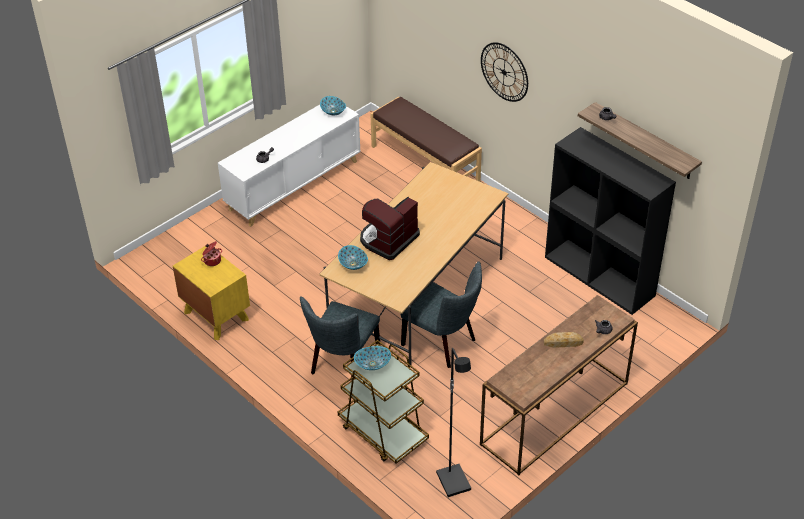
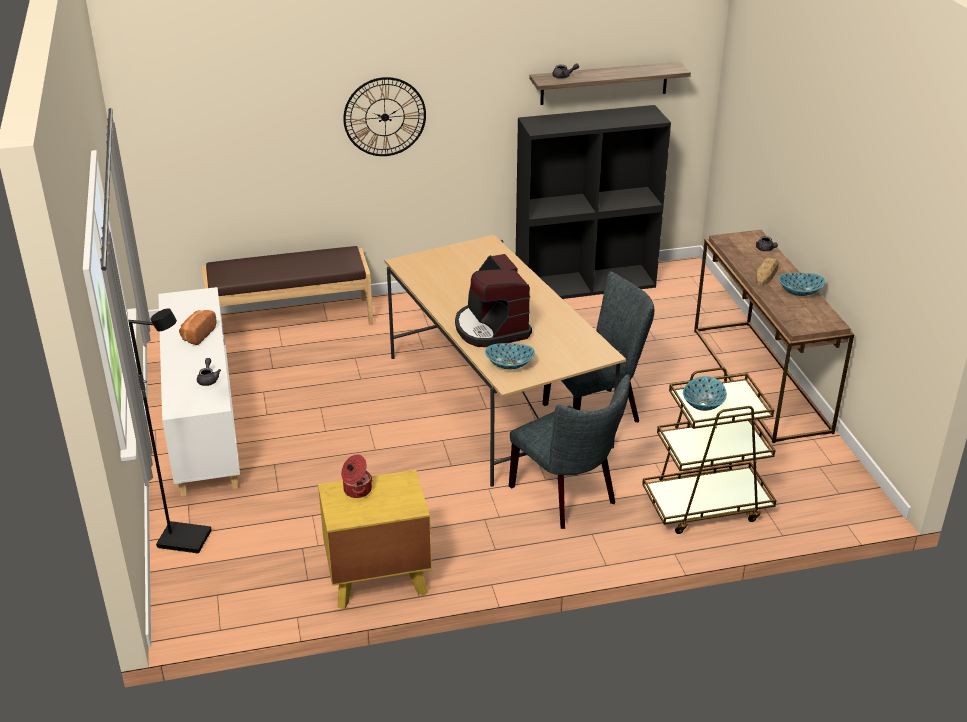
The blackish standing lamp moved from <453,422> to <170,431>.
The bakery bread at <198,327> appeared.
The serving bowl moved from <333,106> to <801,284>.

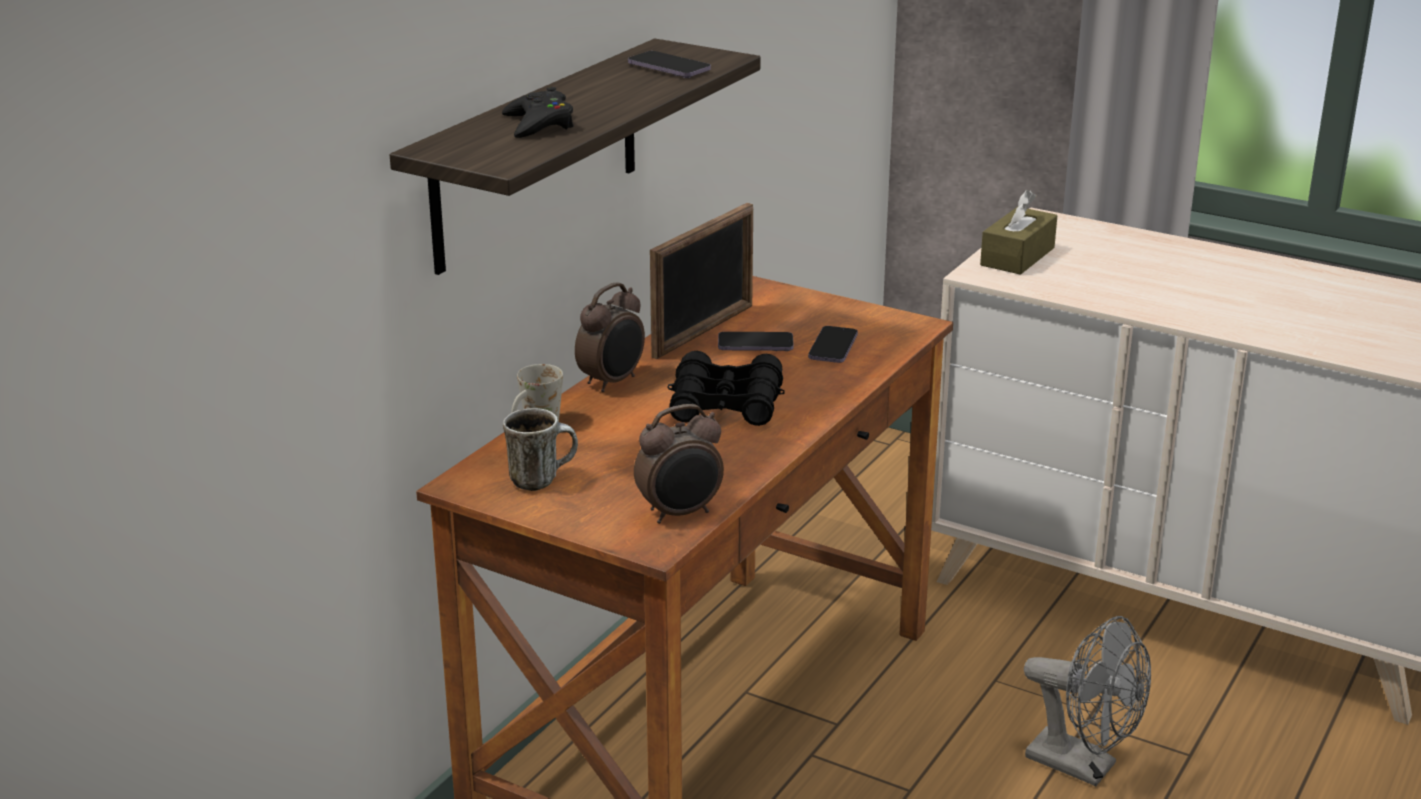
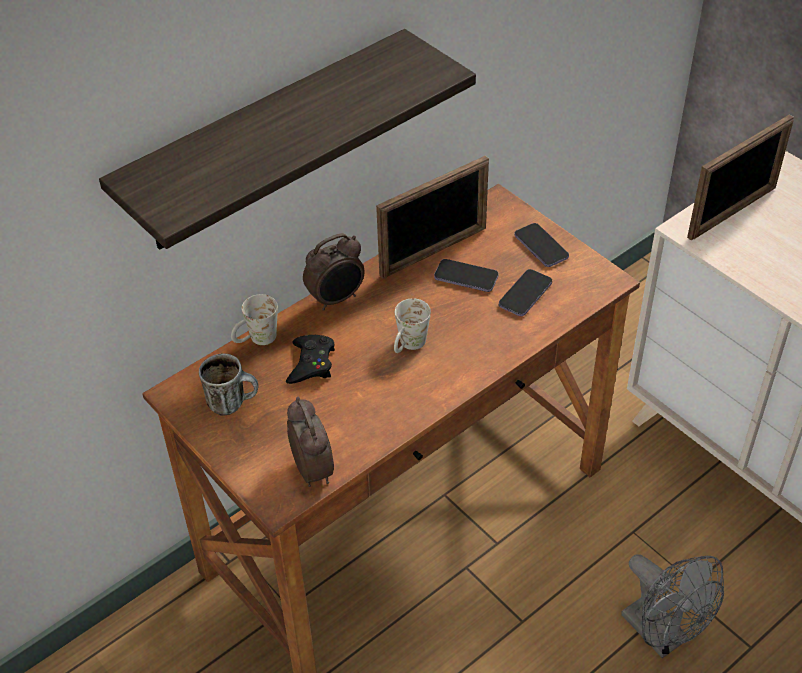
The blackish joypad moved from <538,112> to <310,359>.
The table clock at <679,464> turned 105 degrees counterclockwise.
The blackish binoculars at <726,388> was replaced by the white-coloured mug at <412,326>.
The telephone moved from <669,64> to <541,245>.
The brown tissue holder at <1018,232> was replaced by the picture frame at <740,177>.

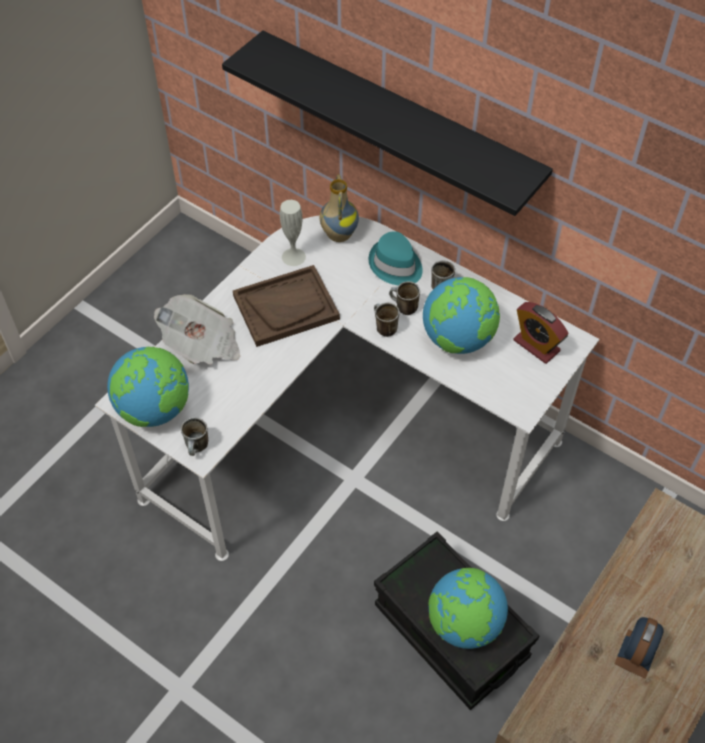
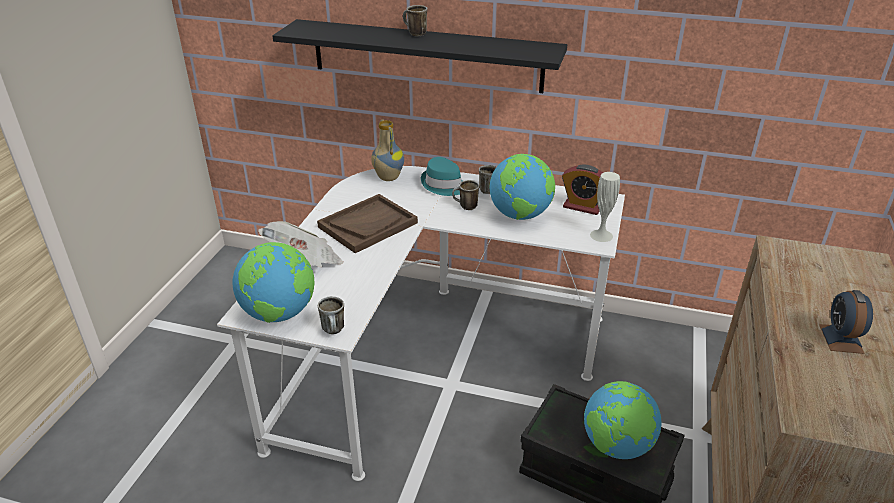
The mug moved from <386,319> to <415,21>.
The white-coloured decorative vase moved from <293,233> to <605,207>.

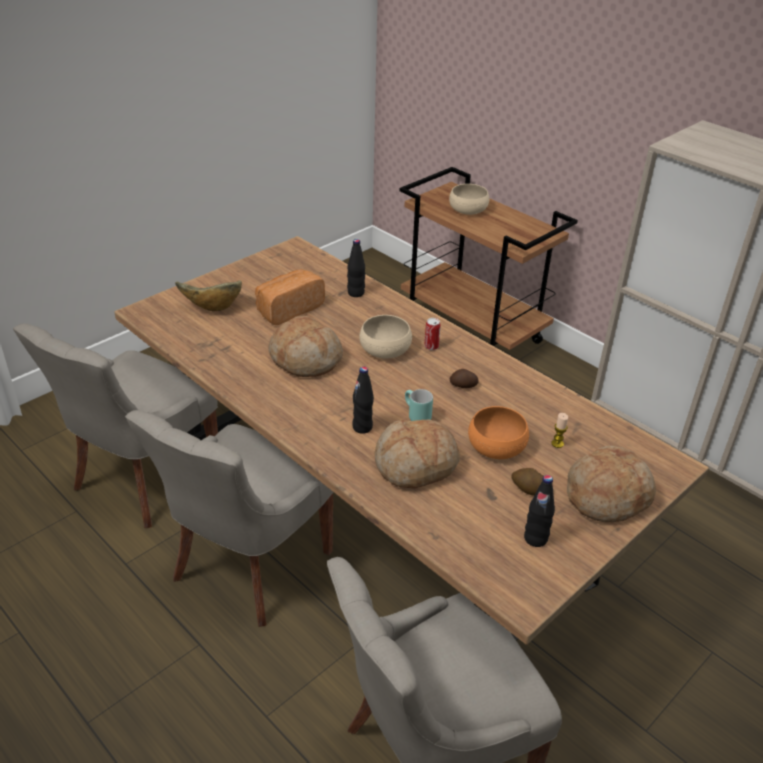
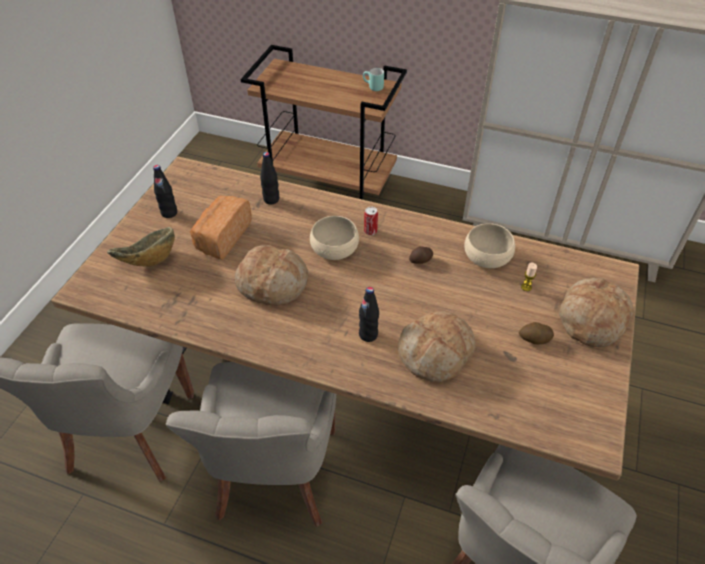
The blackish drink bottle moved from <539,511> to <165,191>.
The turquoise mug moved from <419,405> to <373,79>.
The beige serving bowl moved from <469,199> to <489,245>.
The orange serving bowl at <498,432> disappeared.

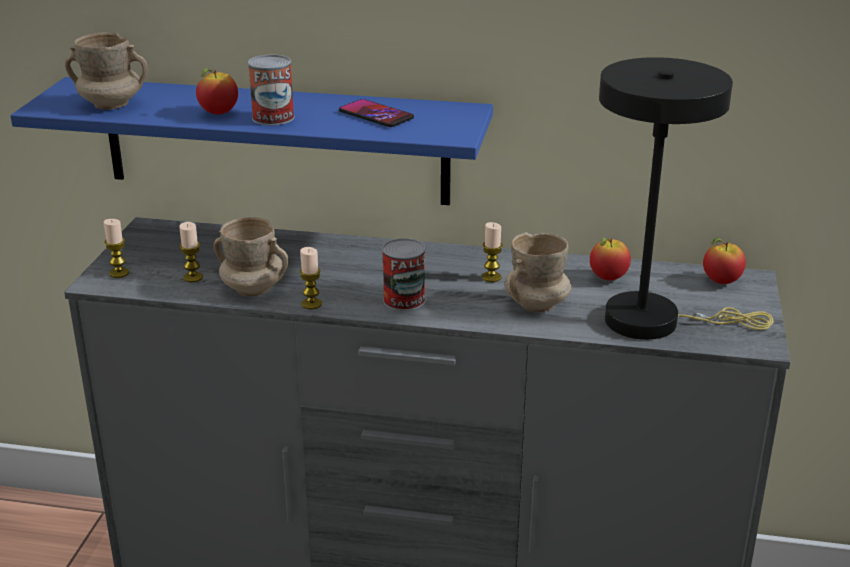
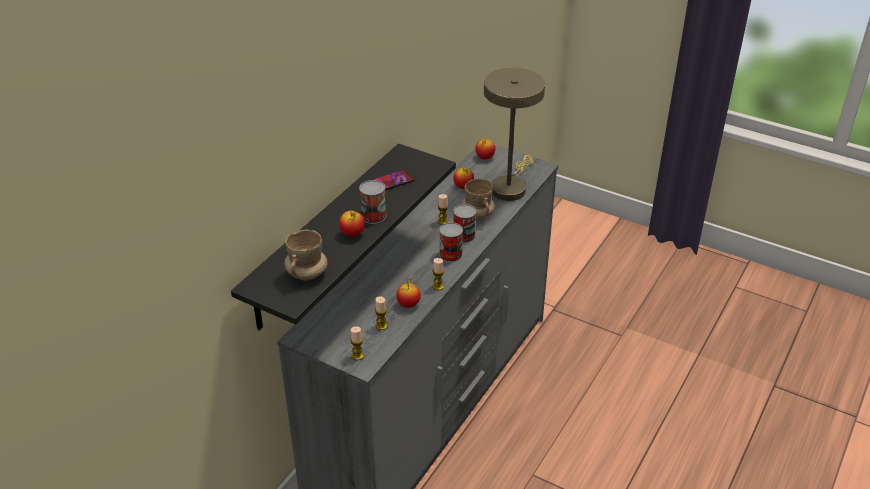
The blue wall shelf at <251,141> became the blackish wall shelf at <343,237>.
The beige mug at <251,256> was replaced by the whole apple at <408,294>.
The sealed can at <464,223> appeared.
The blackish table lamp at <686,198> became the beige table lamp at <514,134>.

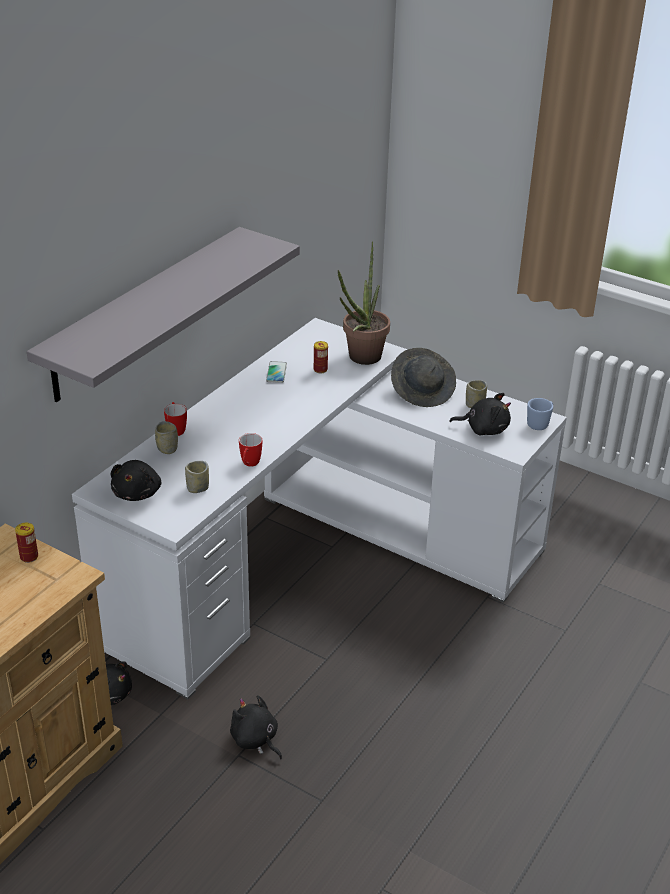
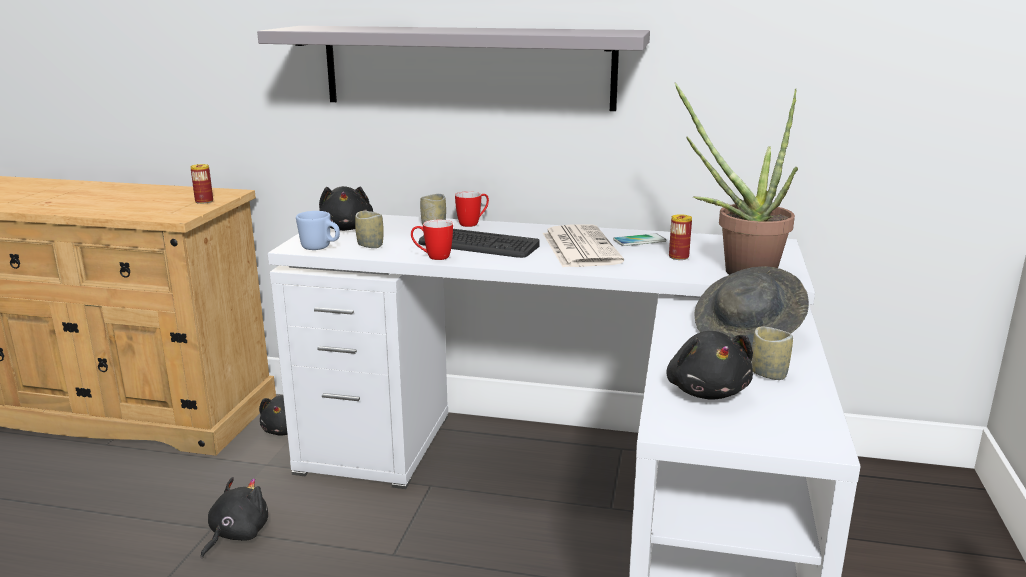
The blue mug moved from <540,414> to <318,230>.
The blackish cuddly toy at <136,480> turned 90 degrees counterclockwise.
The PC keyboard at <479,243> appeared.
The printed paper at <583,245> appeared.

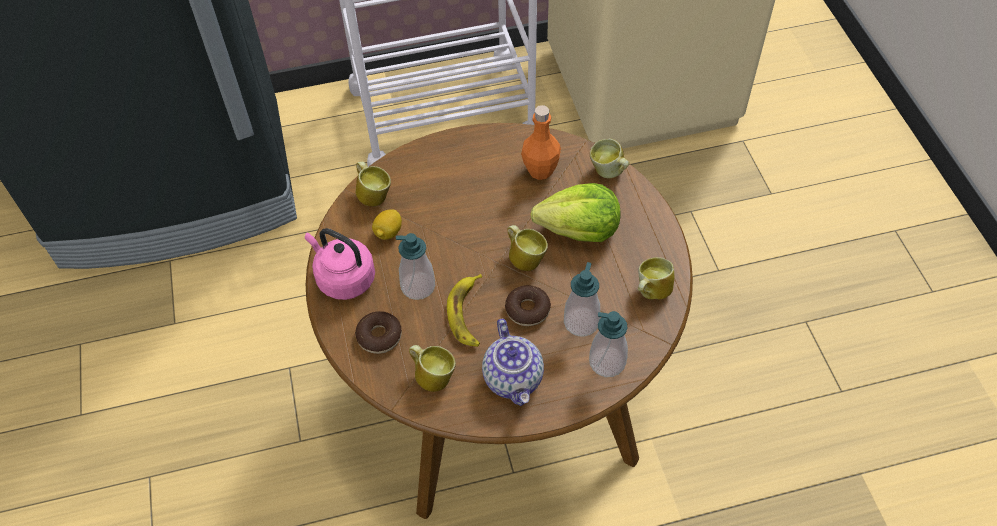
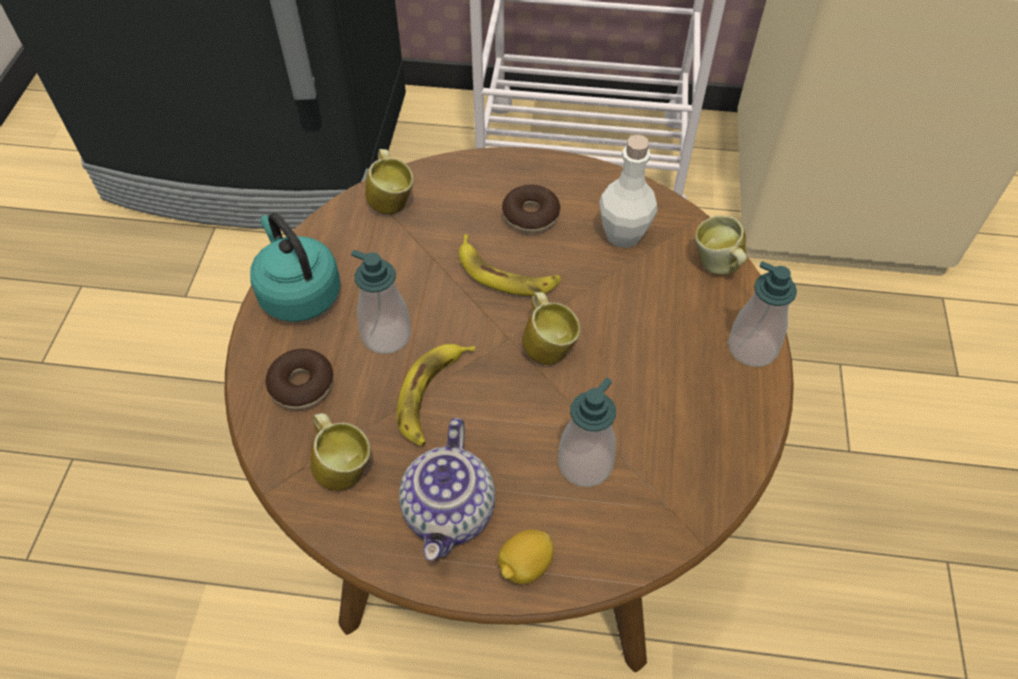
The pinkish kettle at <340,264> became the turquoise kettle at <295,267>.
The banana at <510,265> appeared.
The citrus fruit moved from <387,224> to <526,557>.
The doughnut moved from <528,305> to <531,208>.
The orange drink bottle at <541,142> became the white-coloured drink bottle at <628,191>.
The soap dispenser moved from <608,344> to <762,314>.
The lettuce head at <575,212> disappeared.
The mug at <656,278> disappeared.

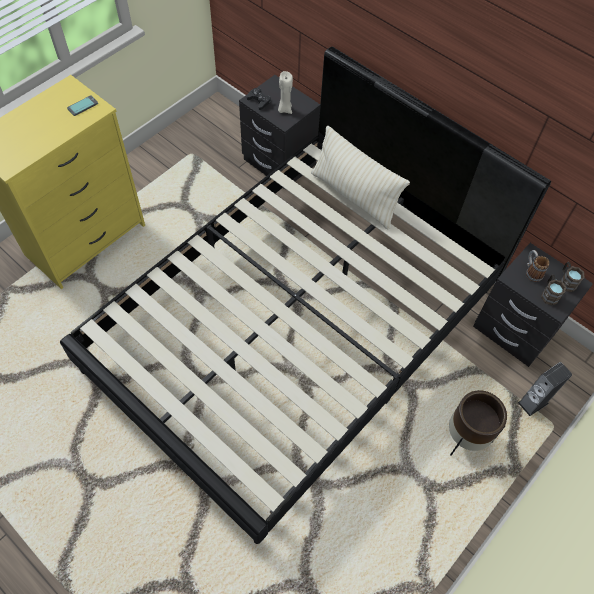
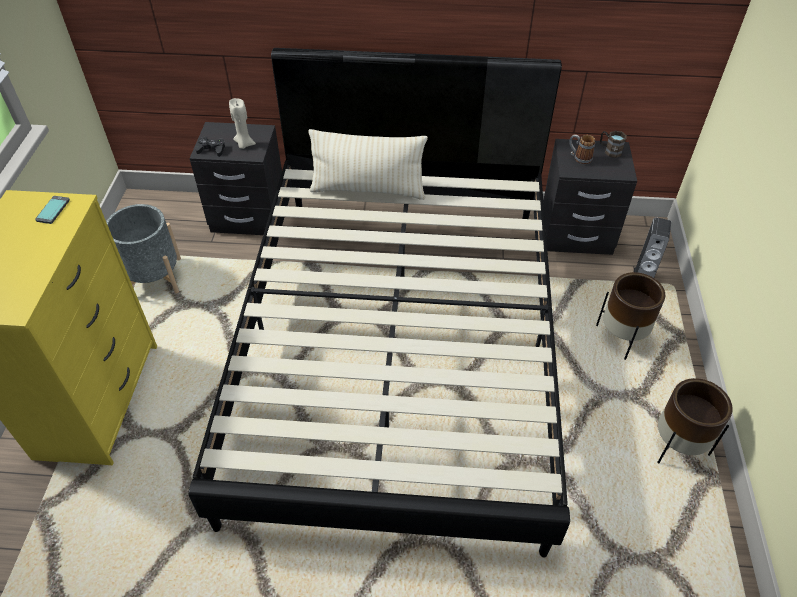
The greyish planter at <143,248> appeared.
The brown planter at <695,421> appeared.
The brown mug at <553,289> disappeared.

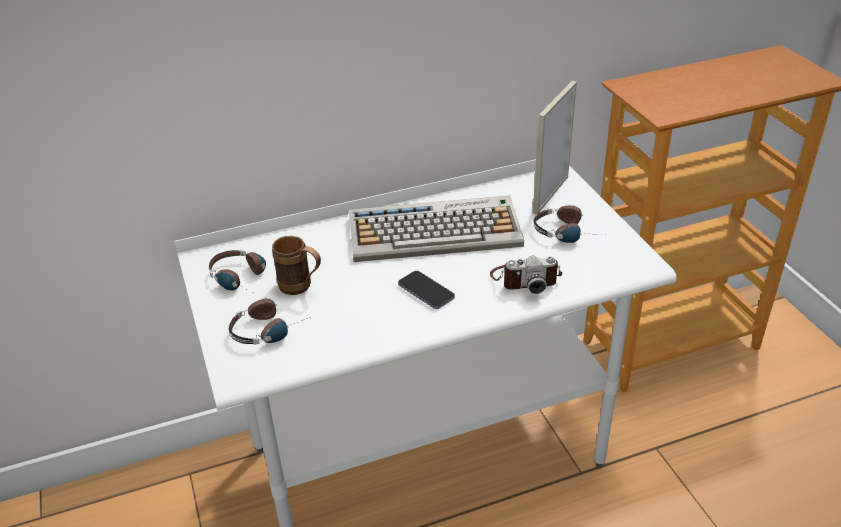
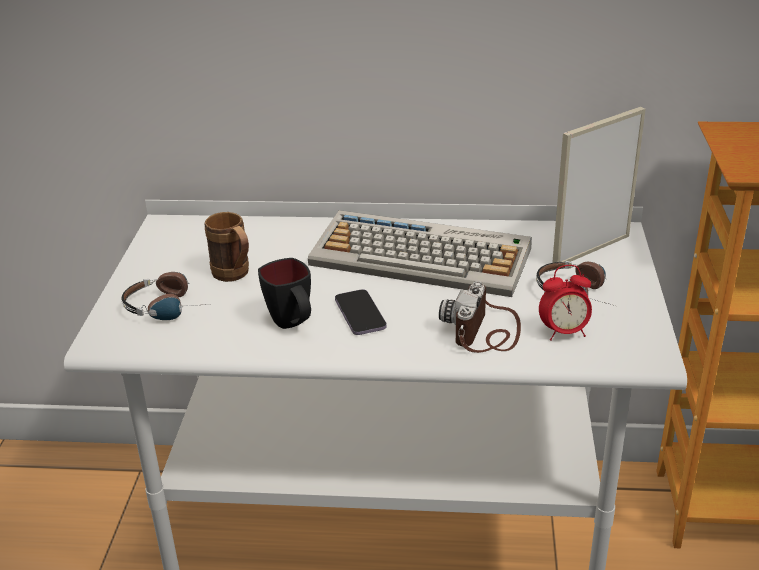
The blackish mug at <284,293> appeared.
The still camera at <526,275> turned 90 degrees clockwise.
The table clock at <565,303> appeared.
The pair of headphones at <237,270> disappeared.

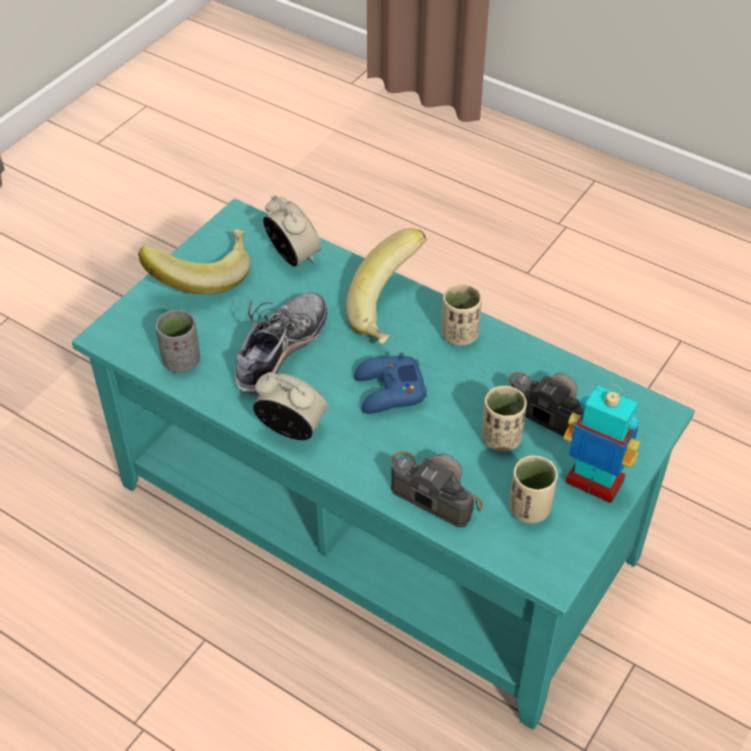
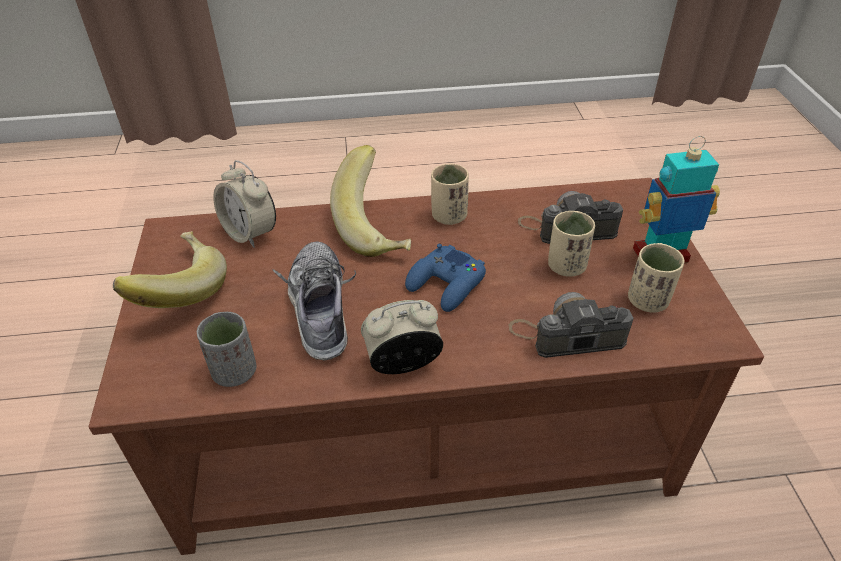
The turquoise lounge table at <383,464> became the brown lounge table at <426,366>.
The table clock at <292,230> turned 150 degrees counterclockwise.

